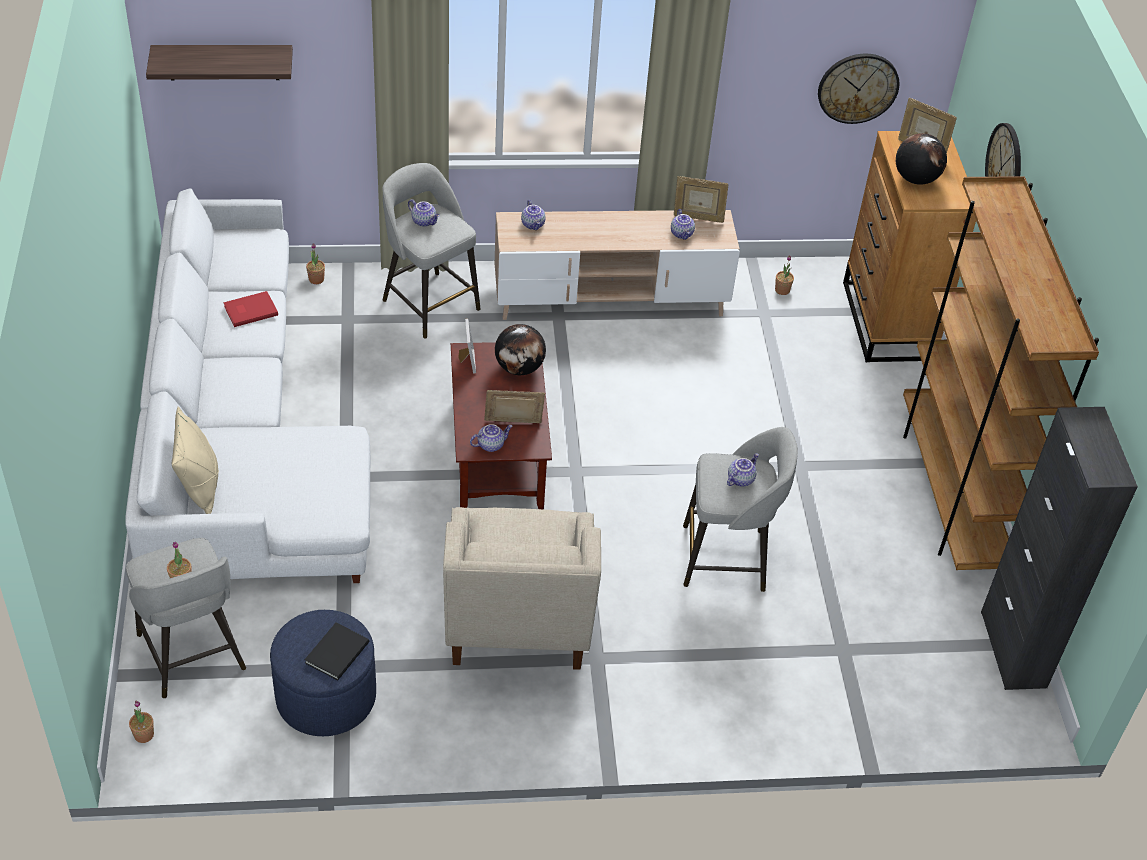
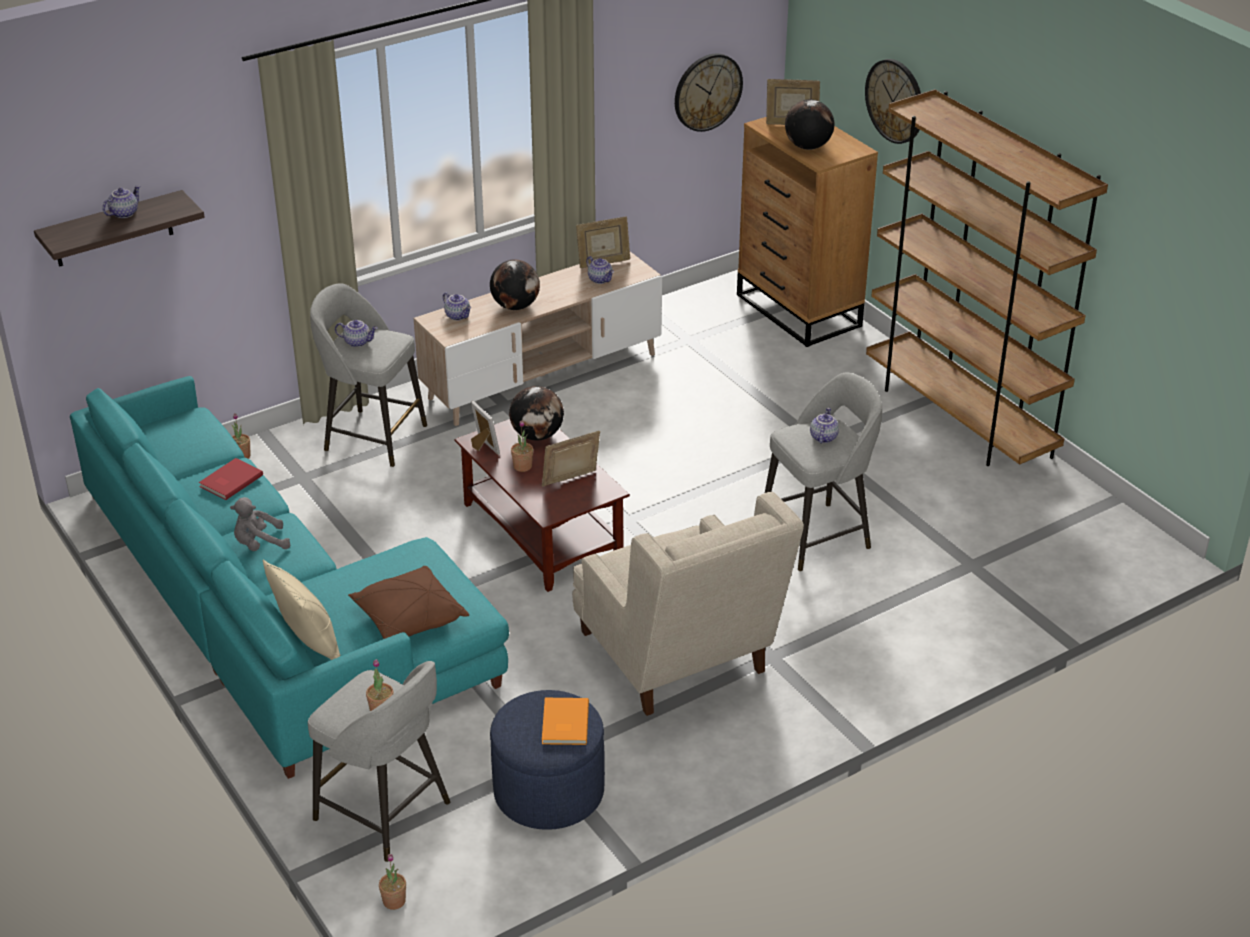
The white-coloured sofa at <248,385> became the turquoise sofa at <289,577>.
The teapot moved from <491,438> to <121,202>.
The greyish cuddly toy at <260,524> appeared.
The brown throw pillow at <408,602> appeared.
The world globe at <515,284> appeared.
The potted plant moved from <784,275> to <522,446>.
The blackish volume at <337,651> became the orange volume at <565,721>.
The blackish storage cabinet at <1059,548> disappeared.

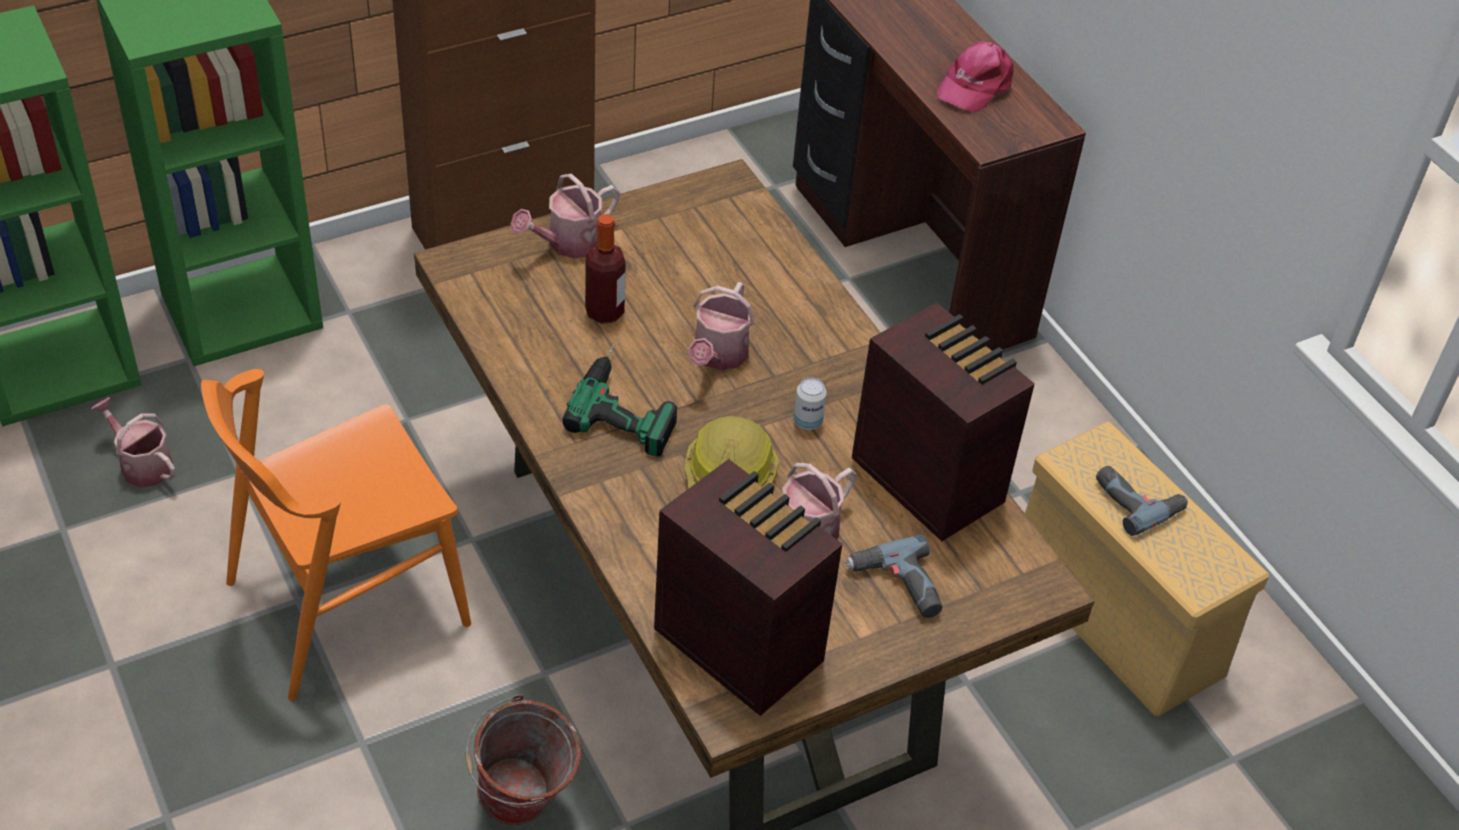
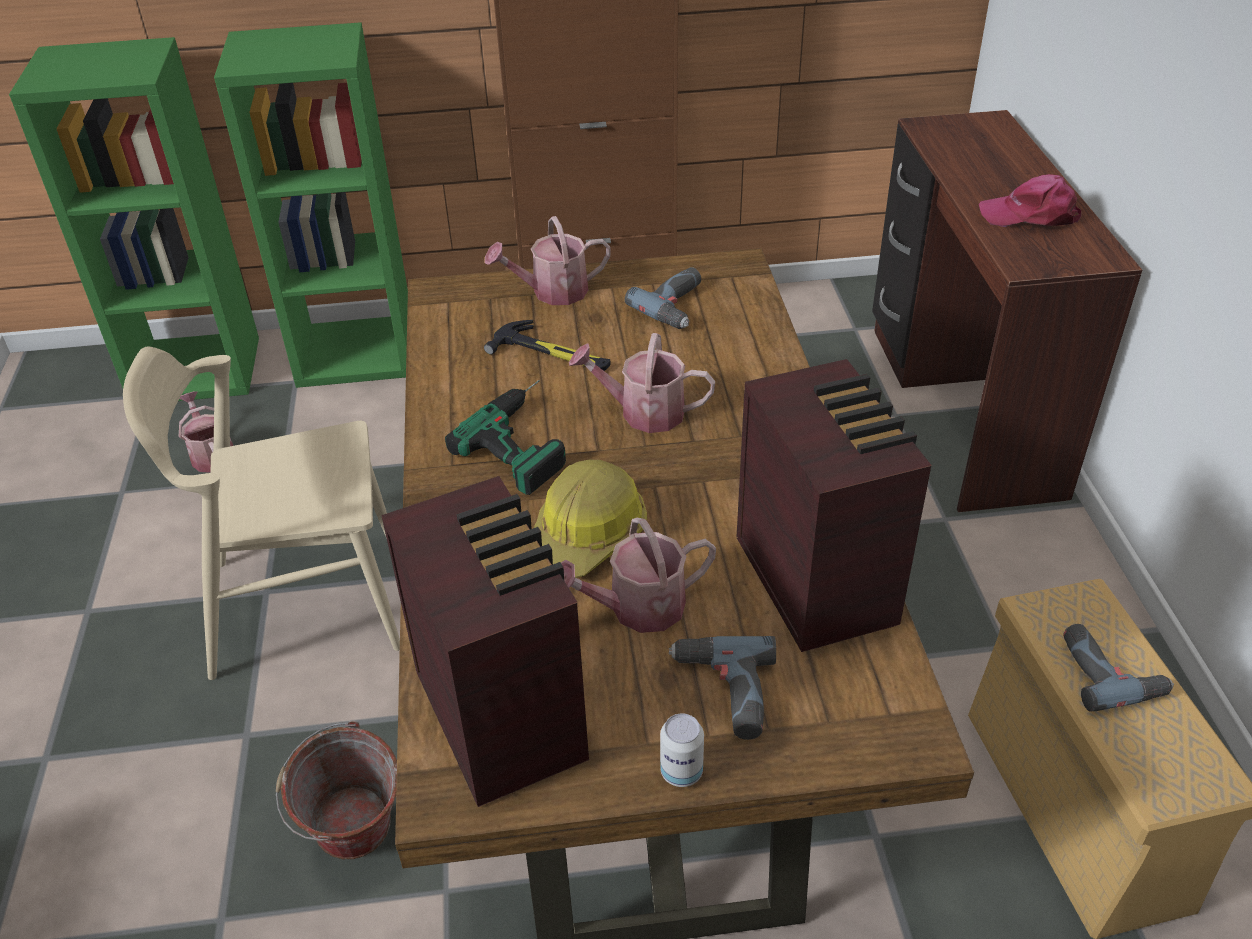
The orange plain chair at <336,535> became the beige plain chair at <261,513>.
The drink bottle at <605,269> was replaced by the hand hammer at <547,345>.
The sprinkling can at <721,326> turned 60 degrees clockwise.
The drill at <663,298> appeared.
The sealed can moved from <810,403> to <682,750>.
The pinkish peaked cap at <975,76> turned 45 degrees clockwise.

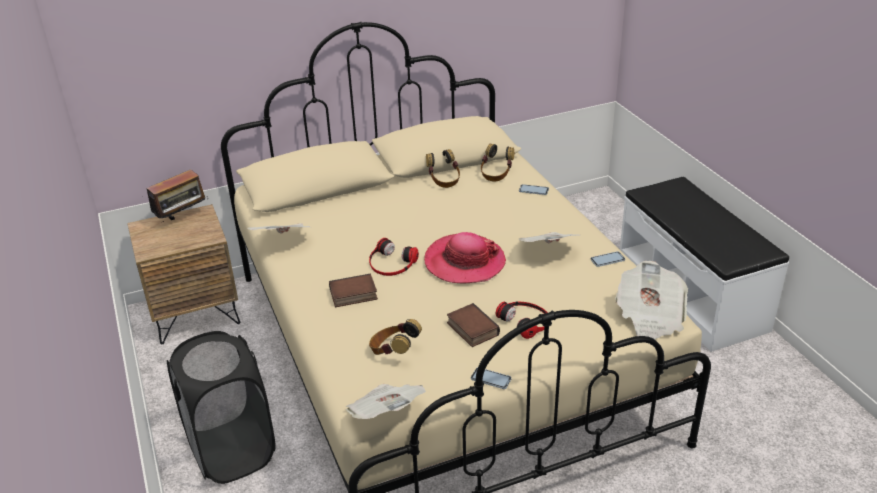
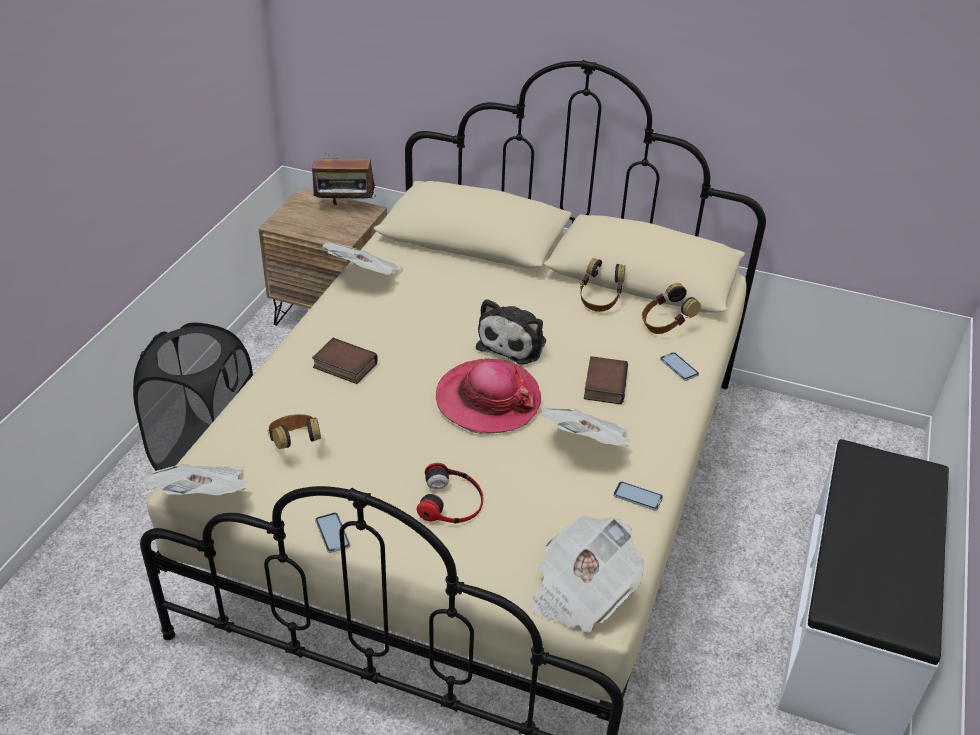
The cuddly toy at <511,332> appeared.
The volume moved from <473,325> to <606,380>.
The pair of headphones at <394,257> disappeared.

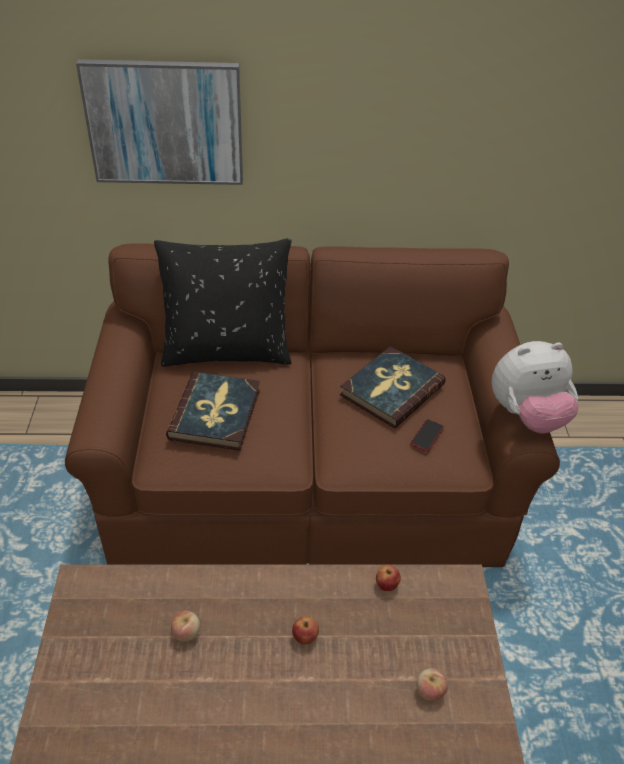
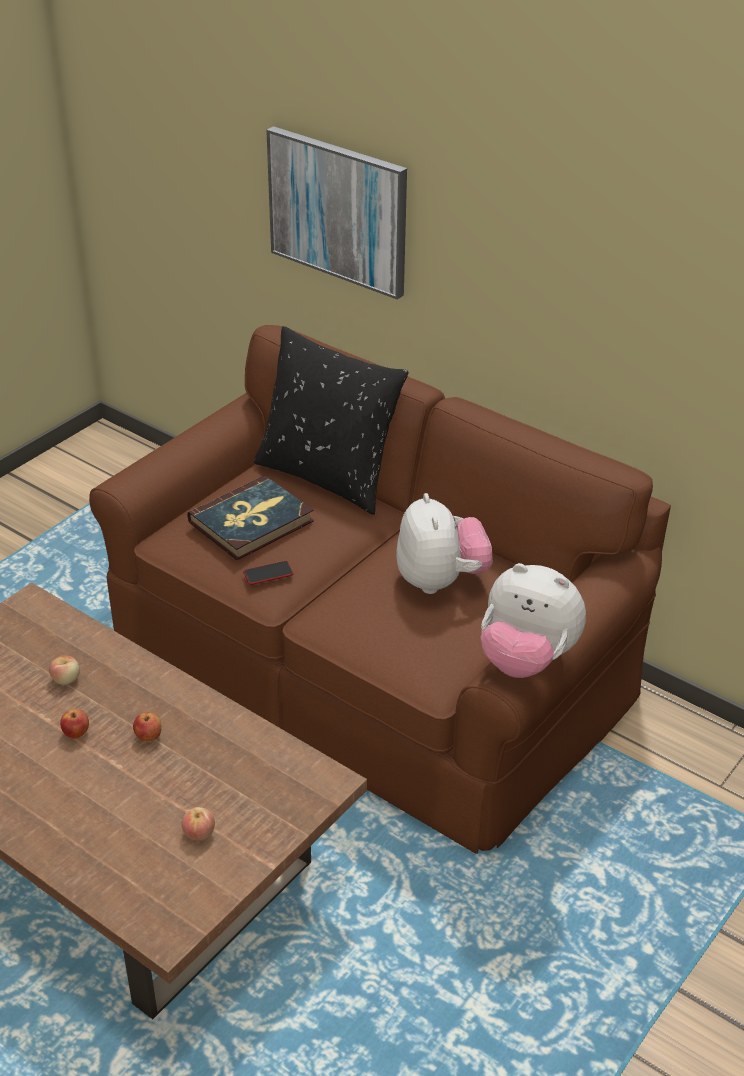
The whole apple moved from <388,577> to <74,724>.
The telephone moved from <427,435> to <268,573>.
The volume at <392,387> was replaced by the cuddly toy at <444,543>.

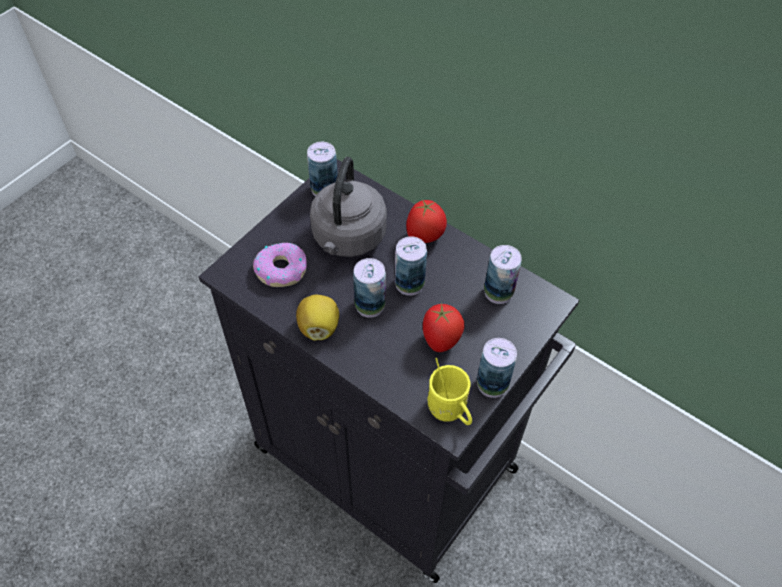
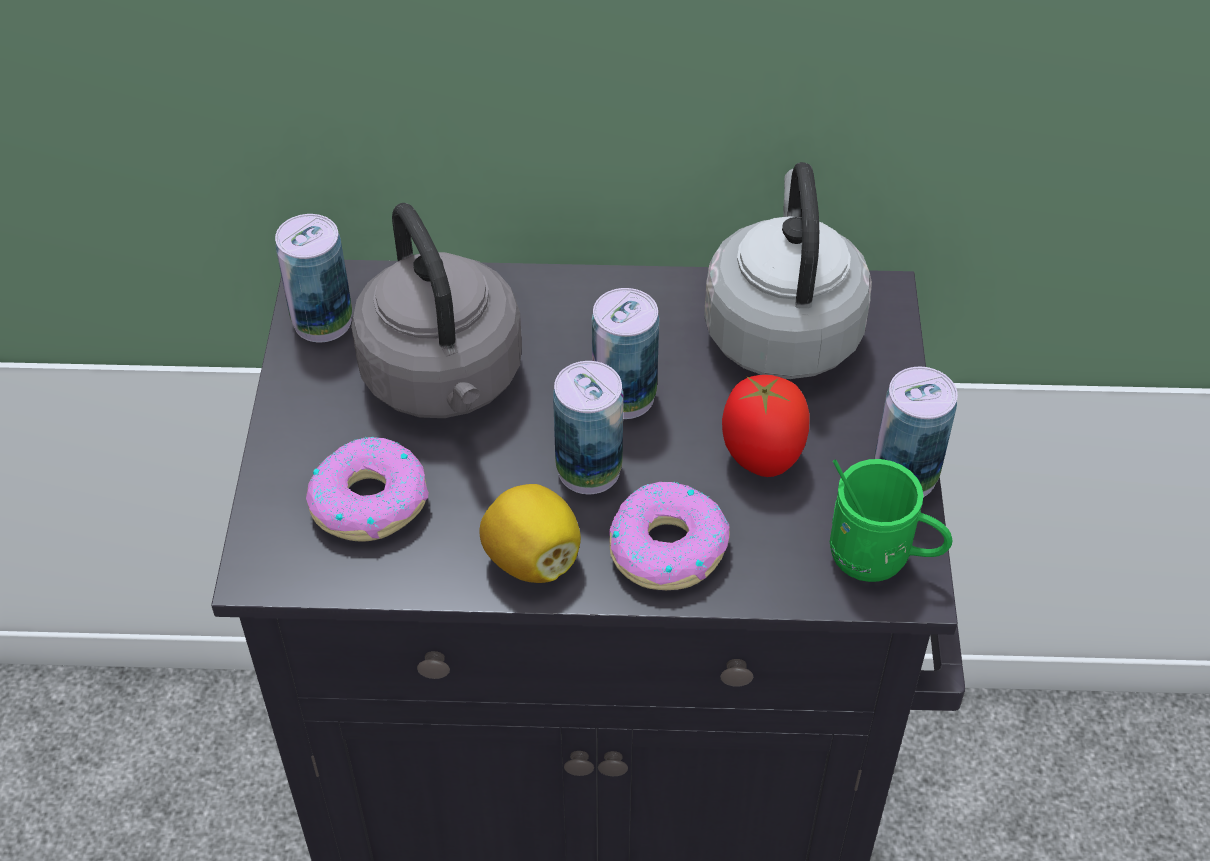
The doughnut at <669,536> appeared.
The sealed can at <503,274> was replaced by the greyish kettle at <788,270>.
The yellow-coloured mug at <450,391> became the green-coloured mug at <891,520>.
The tomato at <426,221> disappeared.

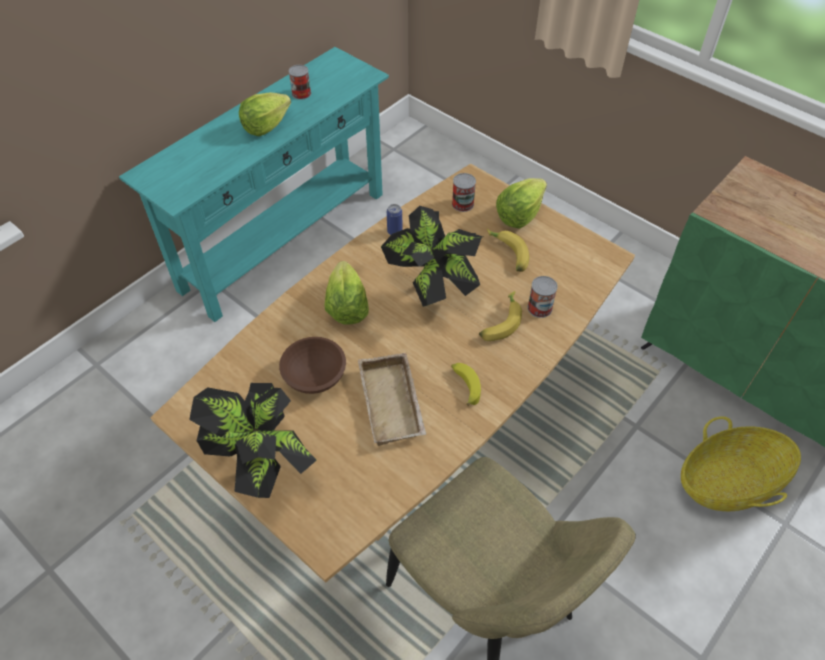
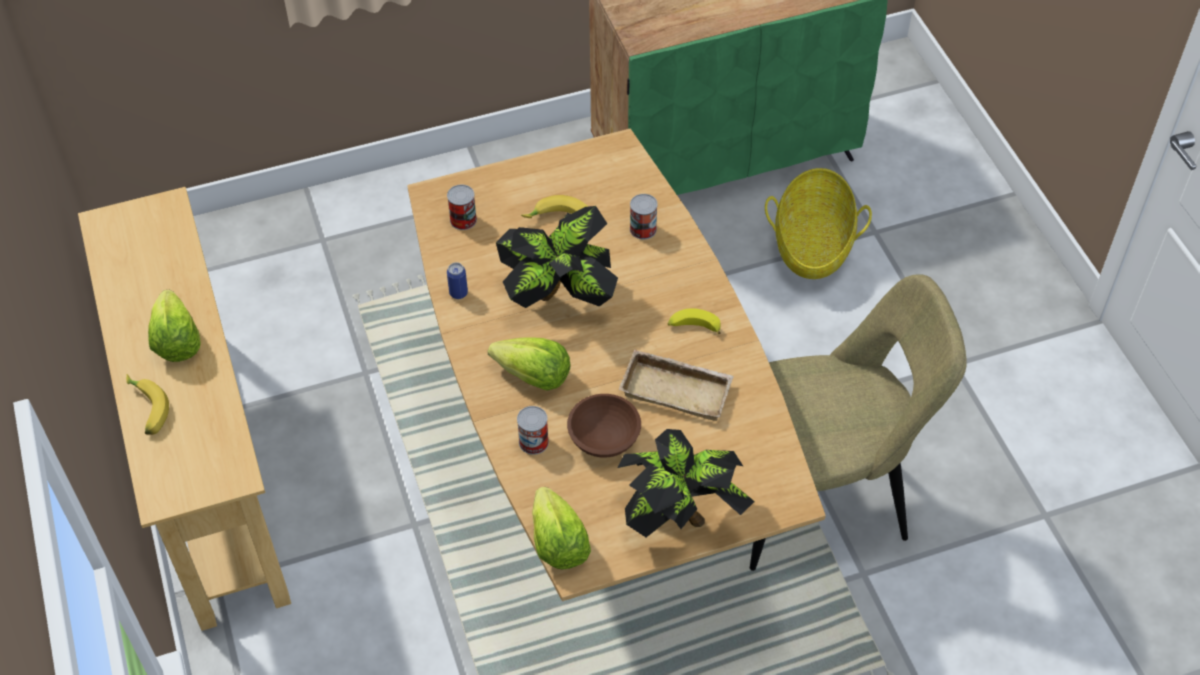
The turquoise narrow table at <254,184> became the beige narrow table at <184,409>.
The banana moved from <500,316> to <147,404>.
The sealed can moved from <300,82> to <533,430>.
The lettuce head moved from <521,203> to <561,528>.

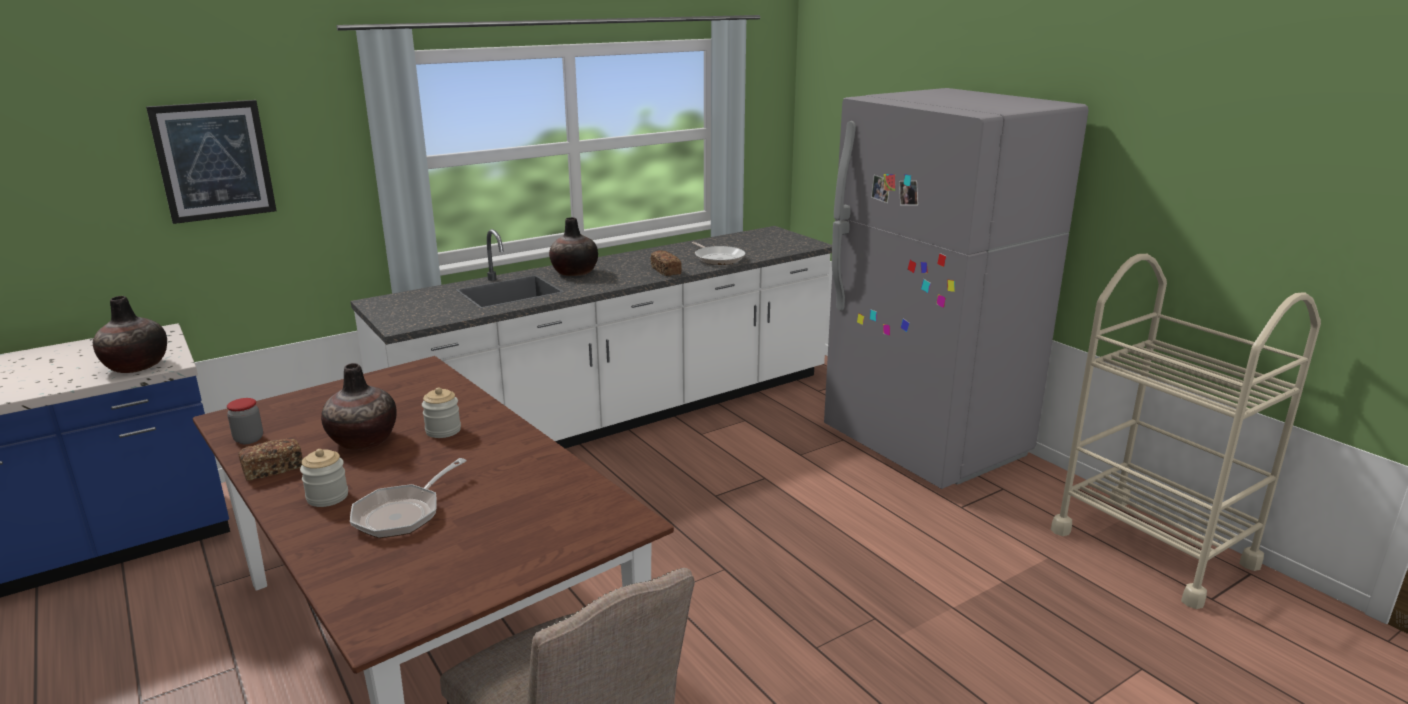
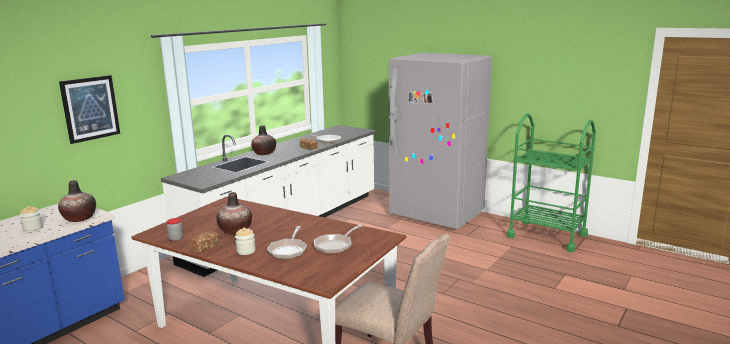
The jar moved from <441,412> to <31,219>.
The skillet at <338,239> appeared.
The beige cart at <1186,431> became the green-coloured cart at <551,183>.

